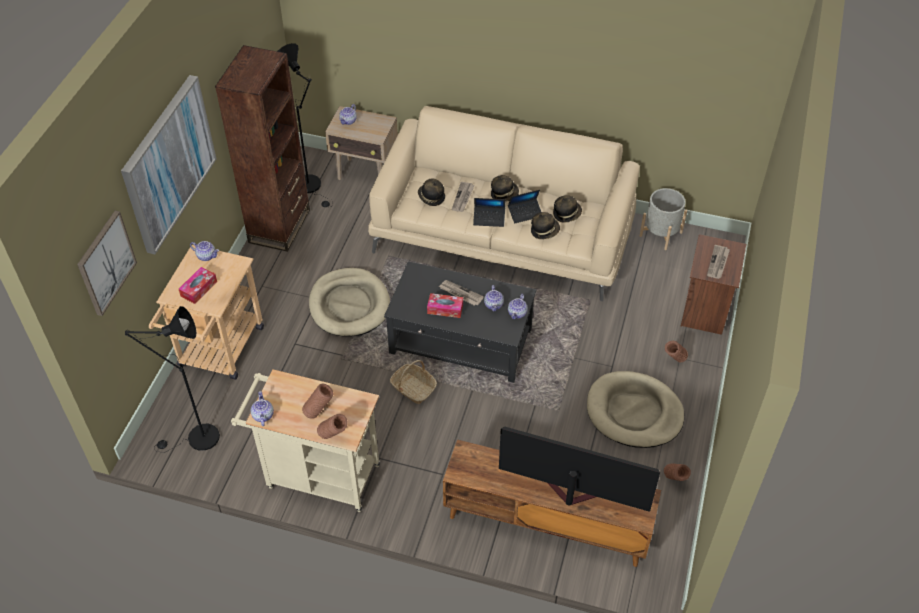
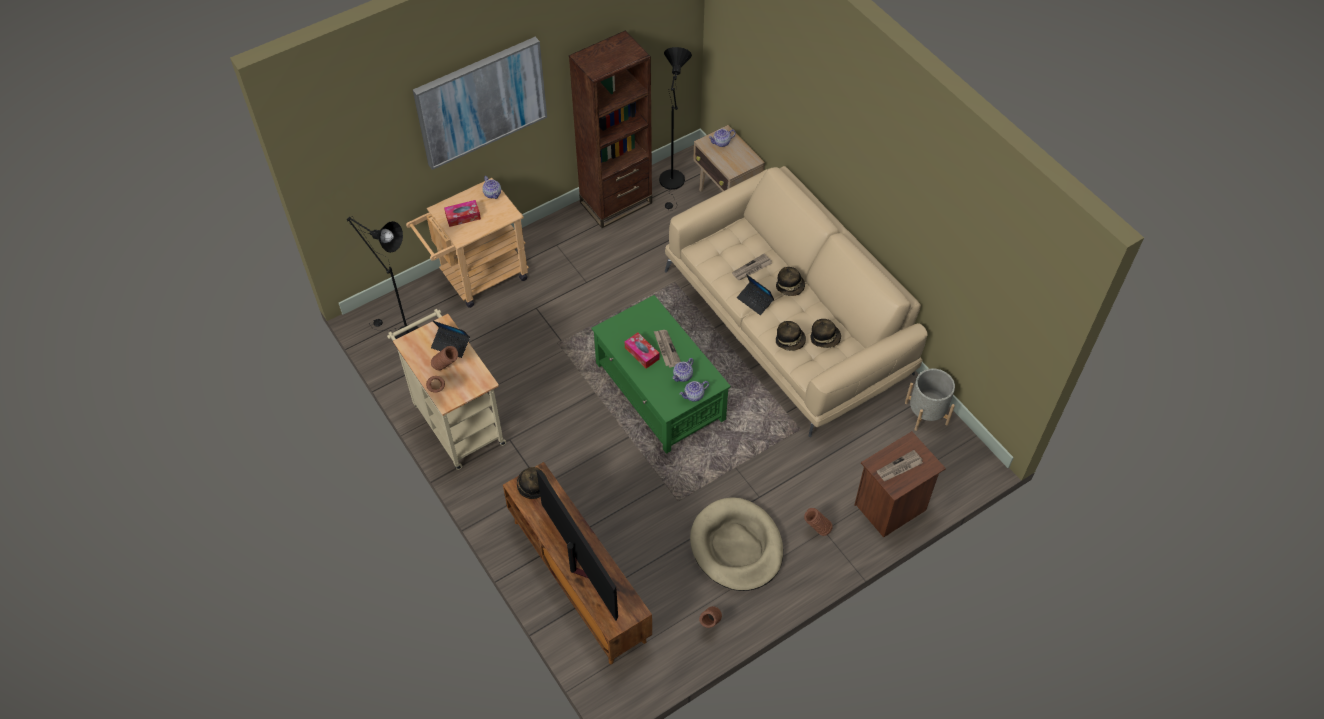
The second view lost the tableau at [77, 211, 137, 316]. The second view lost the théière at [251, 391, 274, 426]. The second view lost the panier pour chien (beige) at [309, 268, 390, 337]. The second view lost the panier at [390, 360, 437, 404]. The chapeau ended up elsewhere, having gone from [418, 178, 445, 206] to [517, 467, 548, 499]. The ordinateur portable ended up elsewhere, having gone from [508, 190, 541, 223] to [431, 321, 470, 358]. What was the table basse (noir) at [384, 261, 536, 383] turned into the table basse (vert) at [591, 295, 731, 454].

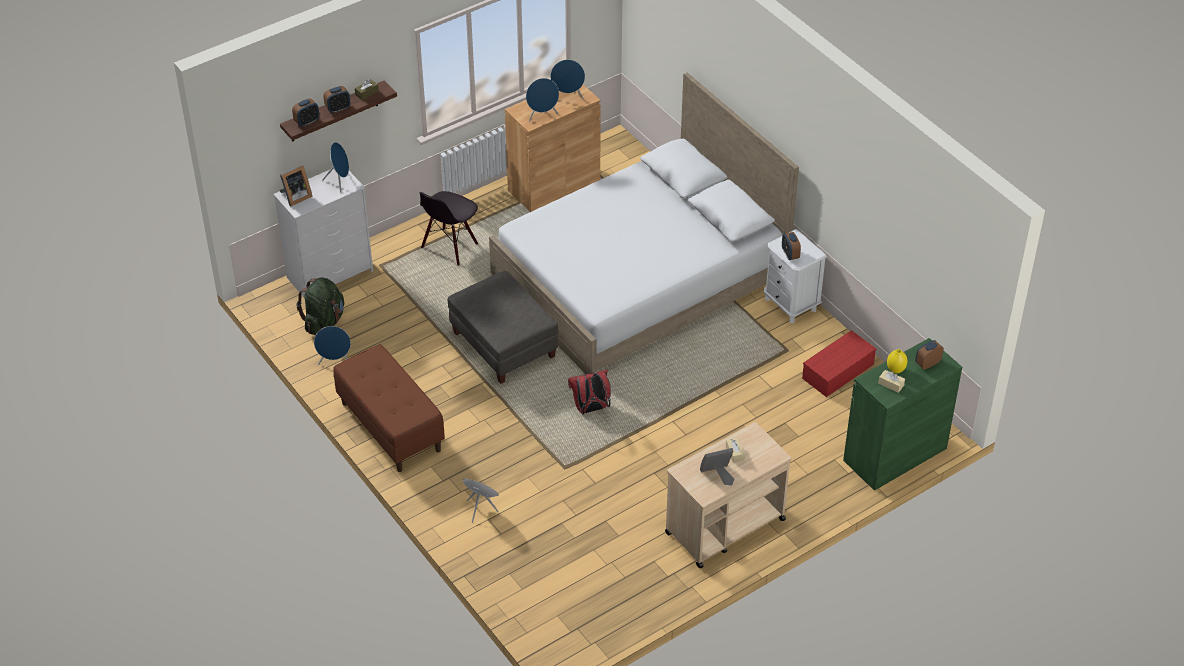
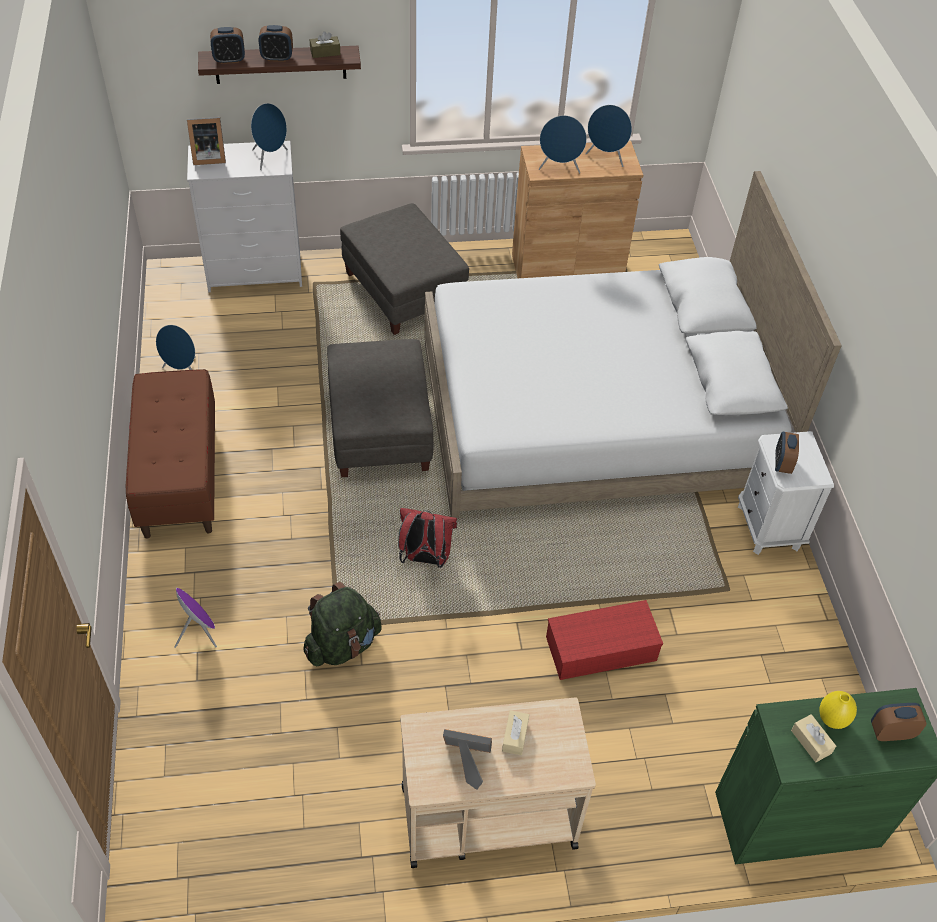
The sac à dos (vert) ended up elsewhere, having gone from [296, 278, 344, 335] to [303, 582, 382, 666]. The boîte de rangement (rouge) ended up elsewhere, having gone from [802, 330, 876, 397] to [546, 600, 663, 680]. Where the chaise (noir) stood at [419, 191, 478, 266], the pouf (gris) came to stand at [340, 203, 469, 335].

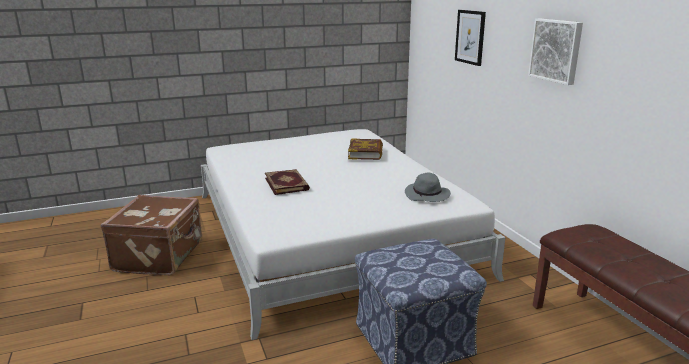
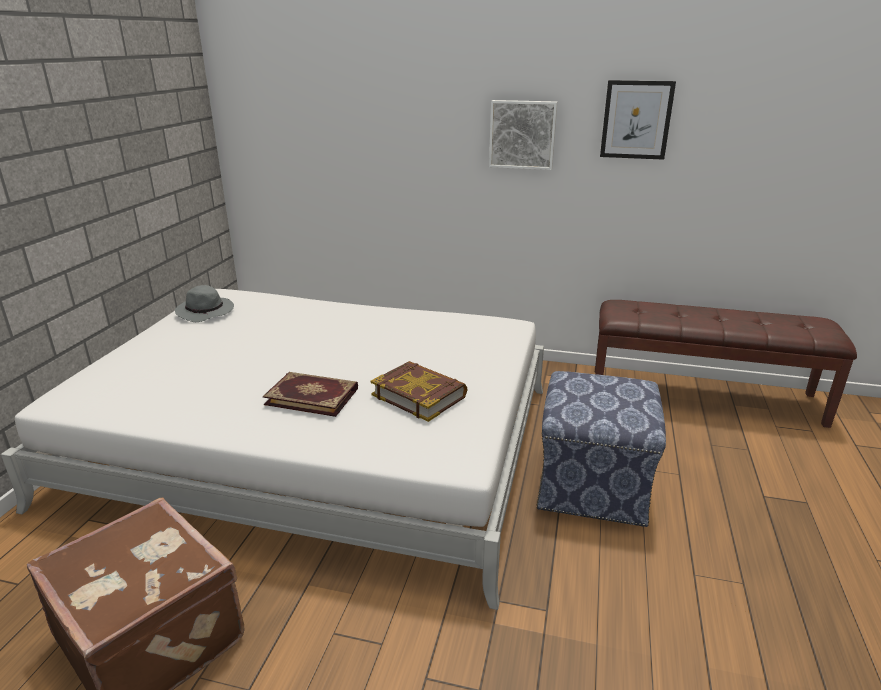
The livre ended up elsewhere, having gone from [348, 139, 383, 160] to [370, 361, 468, 422]. The chapeau (gris) ended up elsewhere, having gone from [405, 173, 451, 202] to [175, 285, 234, 322]. The tableau ended up elsewhere, having gone from [455, 10, 486, 66] to [600, 80, 676, 160].

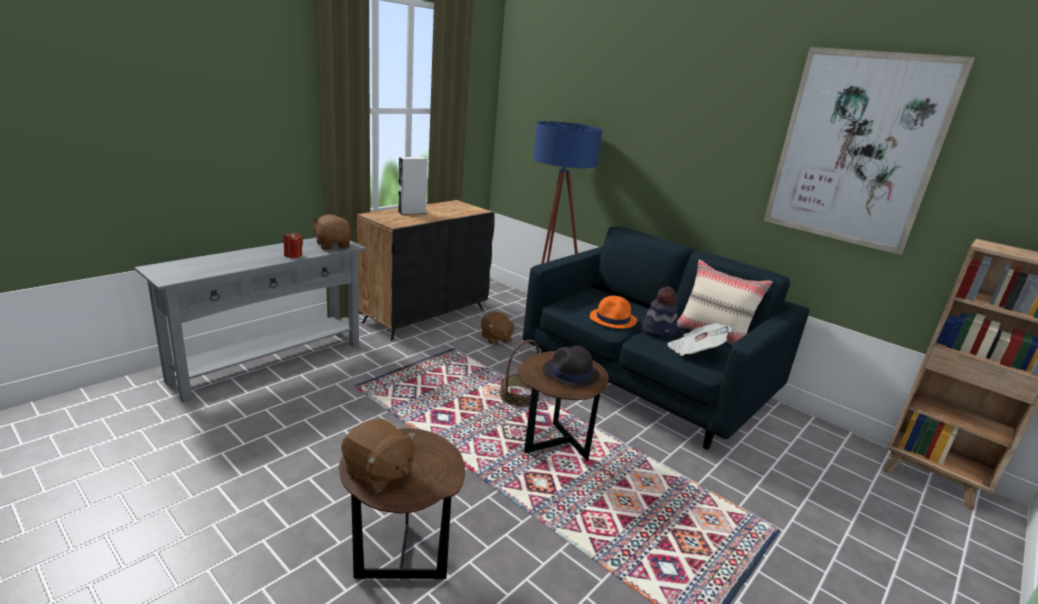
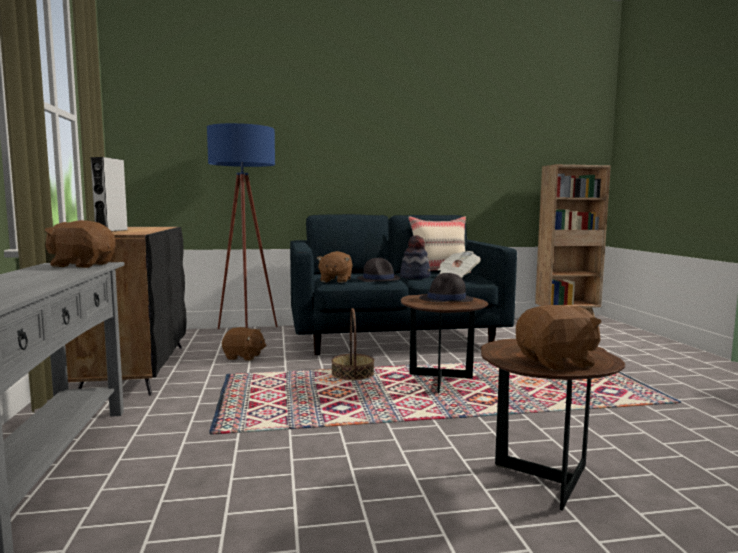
The second view lost the bougie (rouge) at [283, 232, 303, 258]. The second view lost the tableau at [764, 47, 975, 255]. The second view gained the peluche (marron) at [317, 251, 353, 283]. What was the chapeau (orange) at [590, 296, 637, 328] turned into the chapeau (noir) at [357, 258, 400, 282].

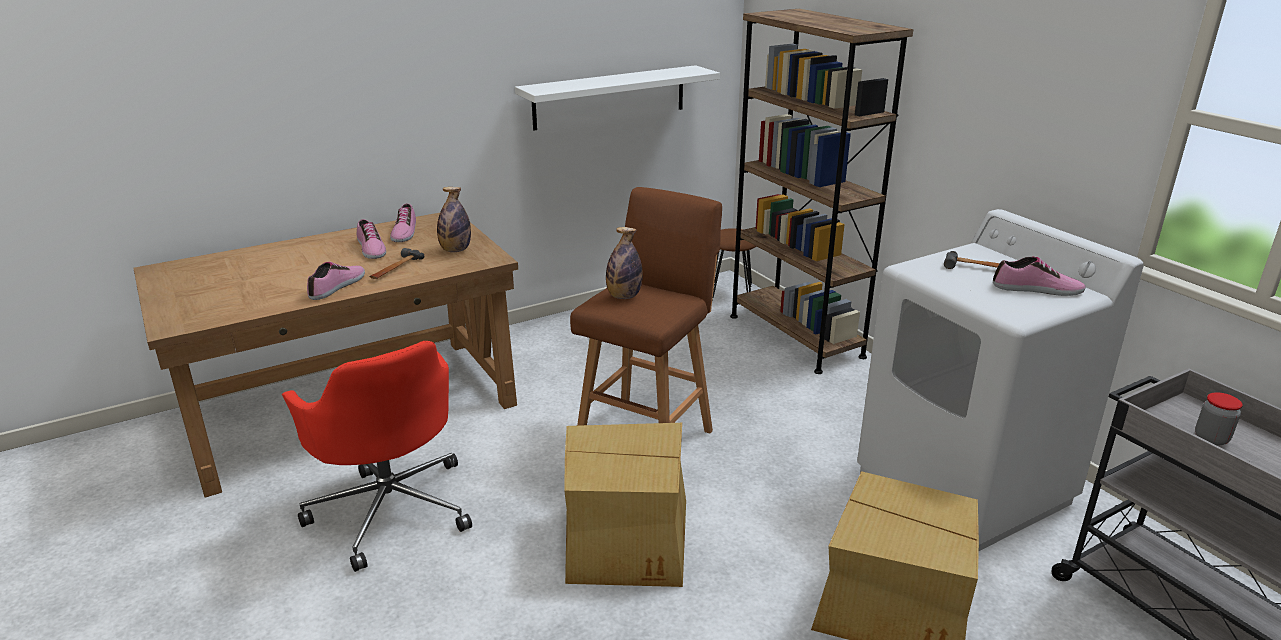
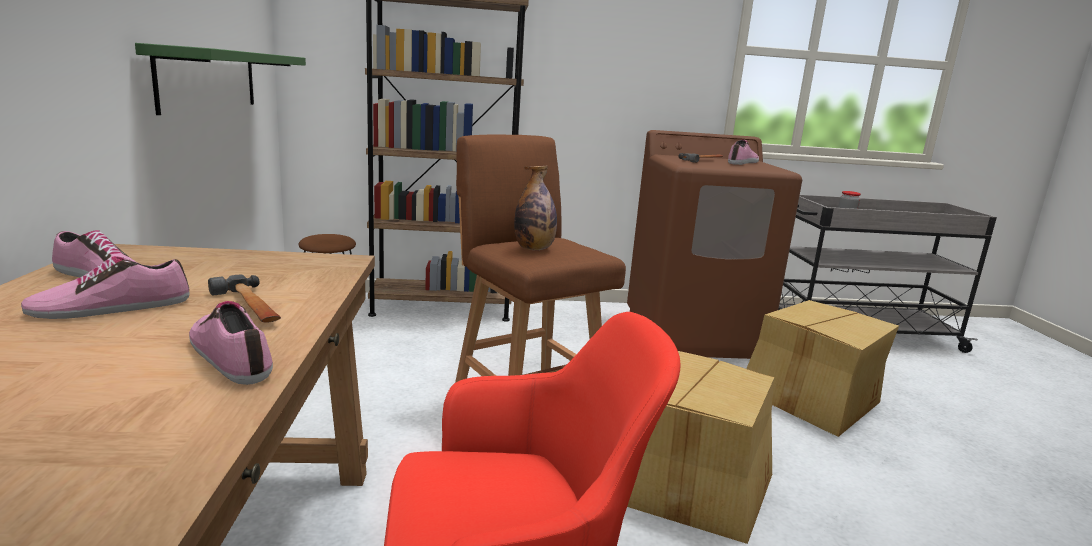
The second view lost the bouteille at [437, 187, 471, 252]. What was the étagère (blanc) at [515, 65, 720, 131] turned into the étagère (vert) at [135, 43, 306, 115]. What was the lave-linge (blanc) at [857, 209, 1144, 551] turned into the lave-linge (marron) at [627, 130, 802, 359]. The chaussure at [357, 219, 386, 259] ended up facing another way, 150 degrees clockwise from before.

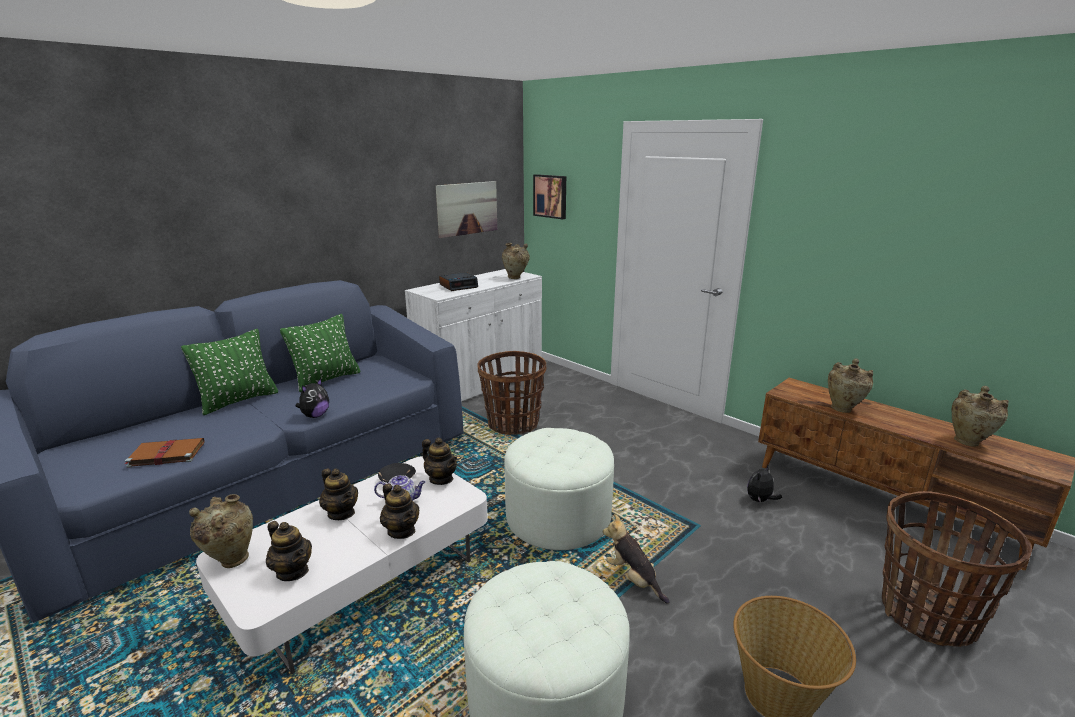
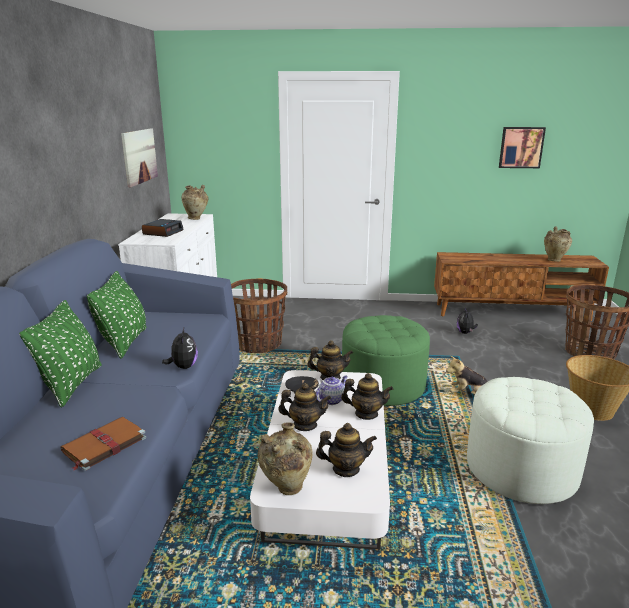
The second view lost the vase (beige) at [828, 358, 873, 413]. The tableau ended up elsewhere, having gone from [533, 174, 566, 219] to [499, 127, 546, 168]. What was the pouf (blanc) at [504, 428, 614, 550] turned into the pouf (vert) at [342, 315, 430, 406].

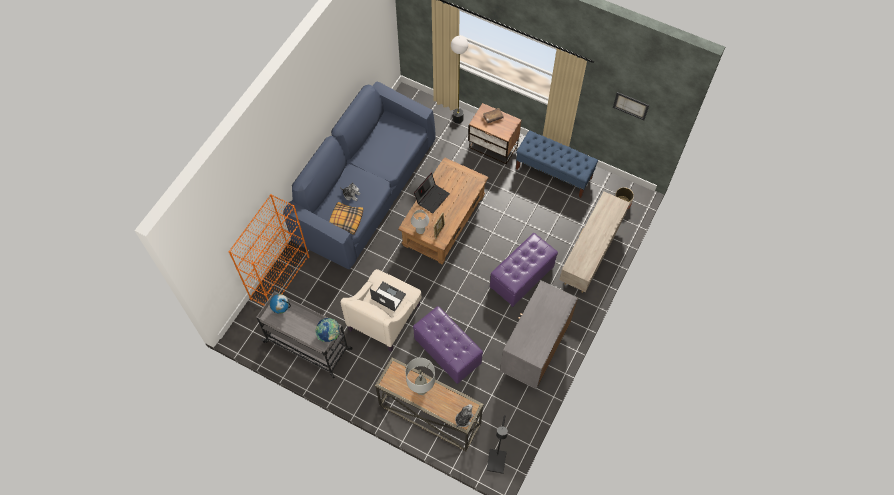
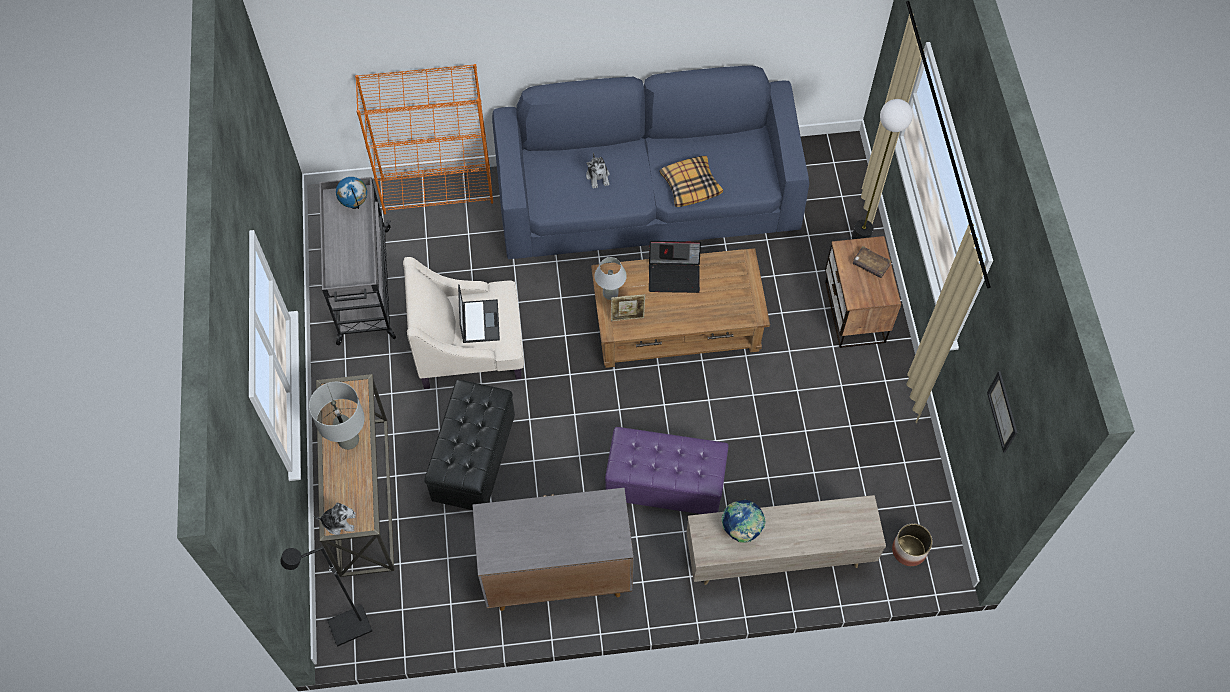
The second view lost the banc (bleu) at [516, 130, 598, 198]. The globe ended up elsewhere, having gone from [315, 318, 339, 342] to [721, 500, 766, 543]. The coussin ended up elsewhere, having gone from [329, 202, 363, 235] to [660, 156, 723, 207]. What was the pouf (violet) at [413, 306, 483, 384] turned into the pouf (noir) at [424, 380, 515, 510].

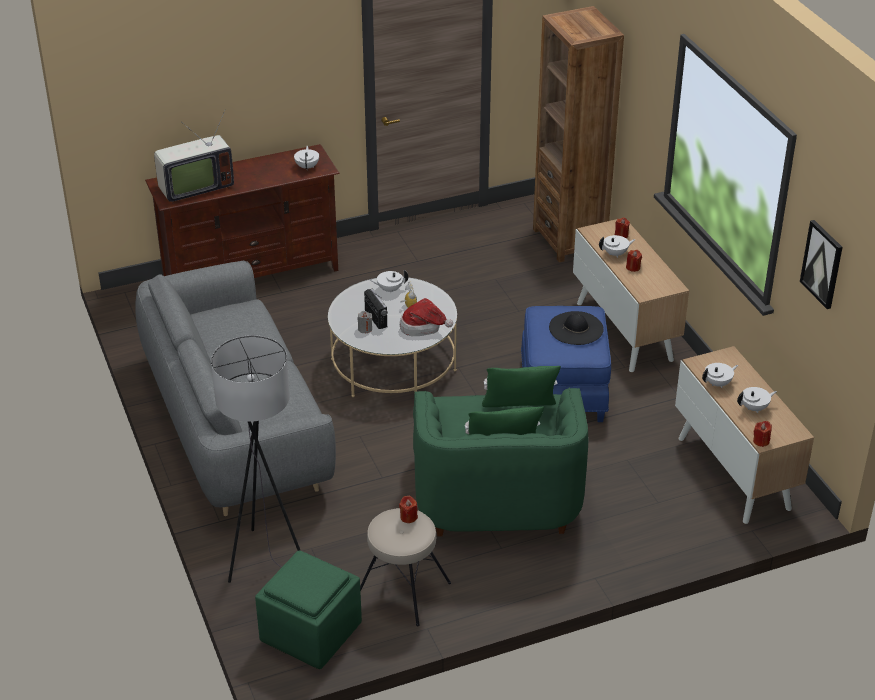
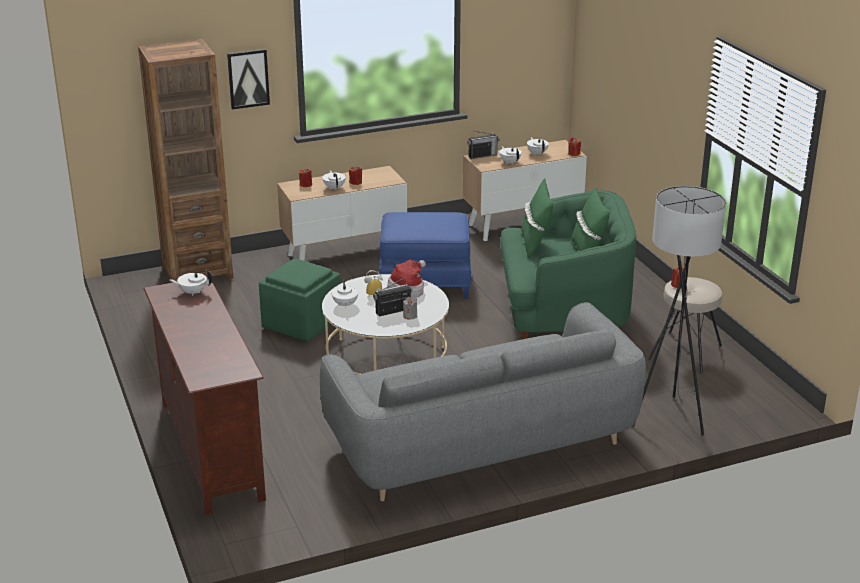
The second view lost the téléviseur at [154, 109, 234, 204]. The second view lost the chapeau (noir) at [549, 311, 604, 345]. The second view gained the radio at [467, 131, 500, 159]. The pouf (vert) ended up elsewhere, having gone from [255, 550, 362, 669] to [259, 259, 341, 342]. The tableau ended up elsewhere, having gone from [800, 220, 843, 309] to [227, 49, 270, 109].

